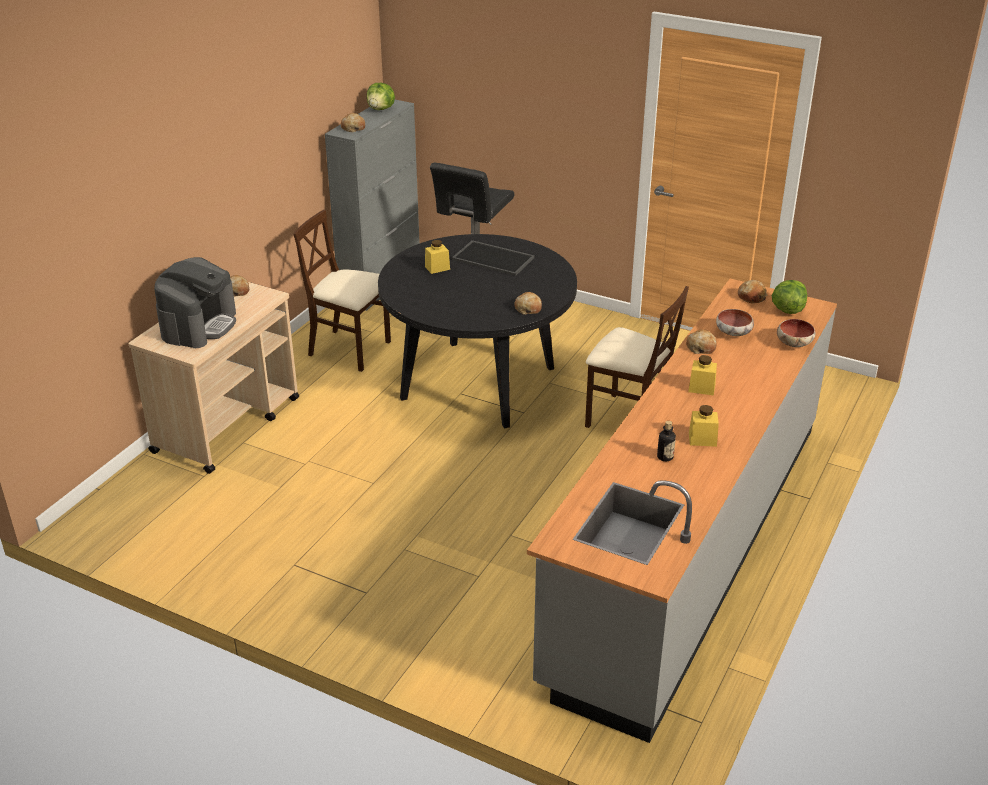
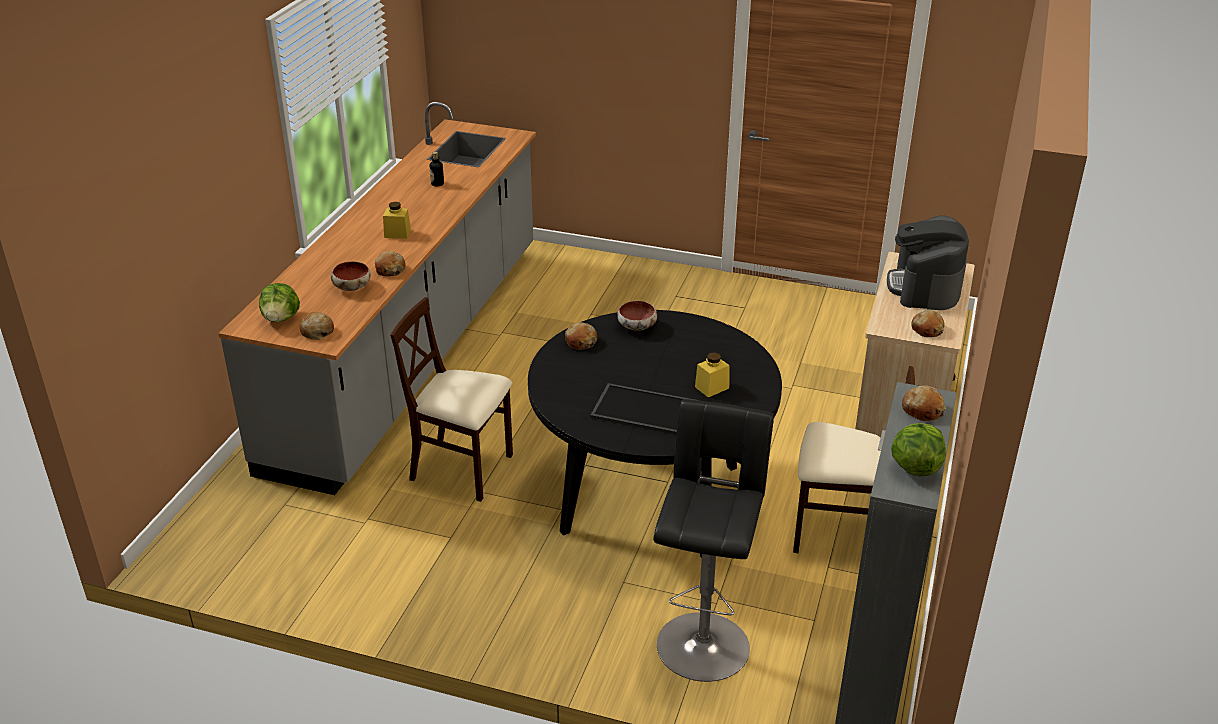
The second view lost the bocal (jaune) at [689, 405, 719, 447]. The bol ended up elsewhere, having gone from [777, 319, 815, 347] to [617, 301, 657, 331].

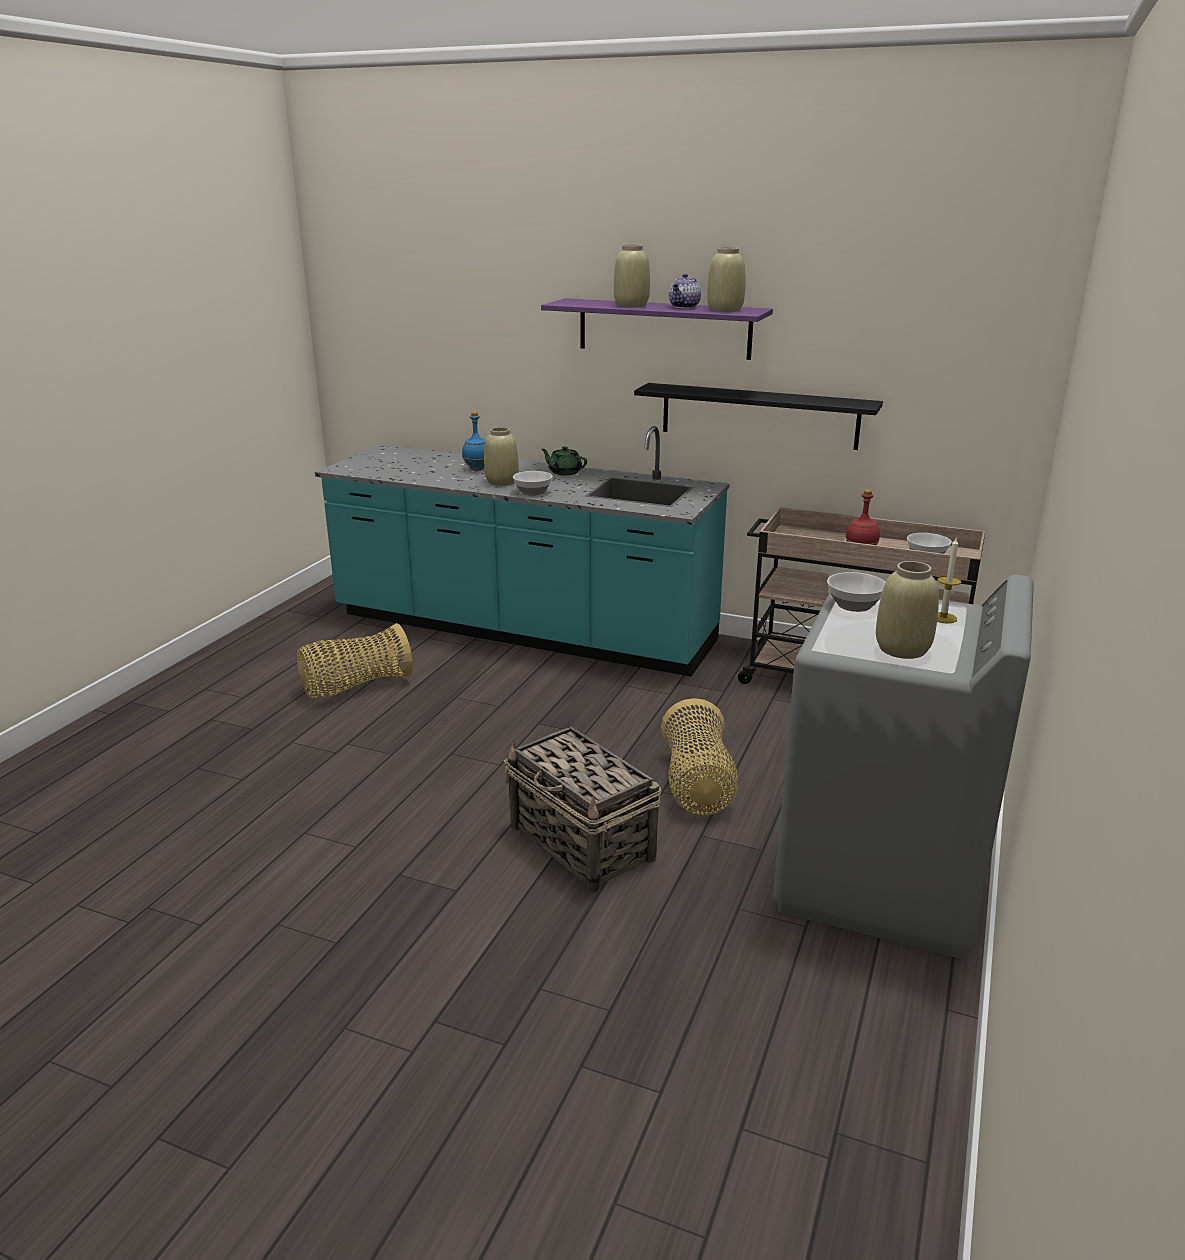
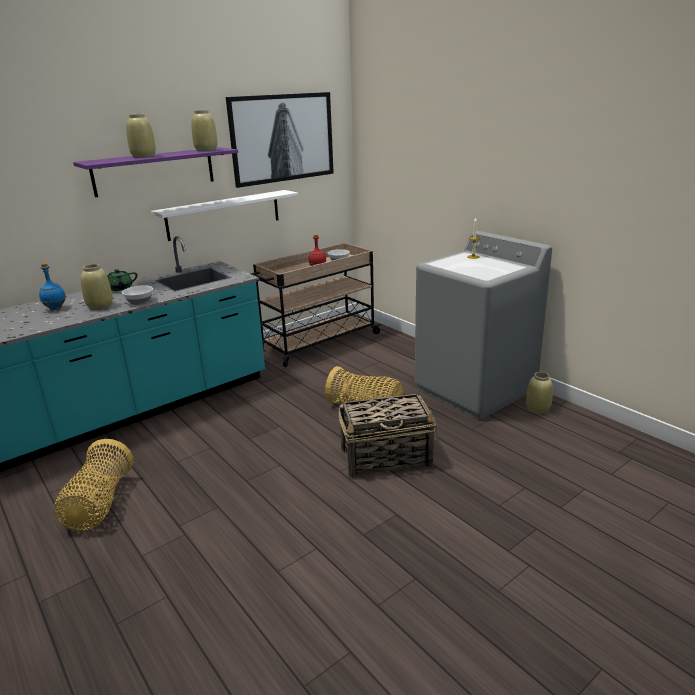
The second view lost the théière at [669, 274, 701, 309]. The second view lost the bol at [827, 572, 886, 612]. The second view gained the tableau at [226, 92, 334, 188]. The vase (beige) ended up elsewhere, having gone from [876, 561, 939, 659] to [526, 372, 553, 414]. What was the étagère (noir) at [634, 383, 883, 450] turned into the étagère (blanc) at [151, 190, 298, 241].

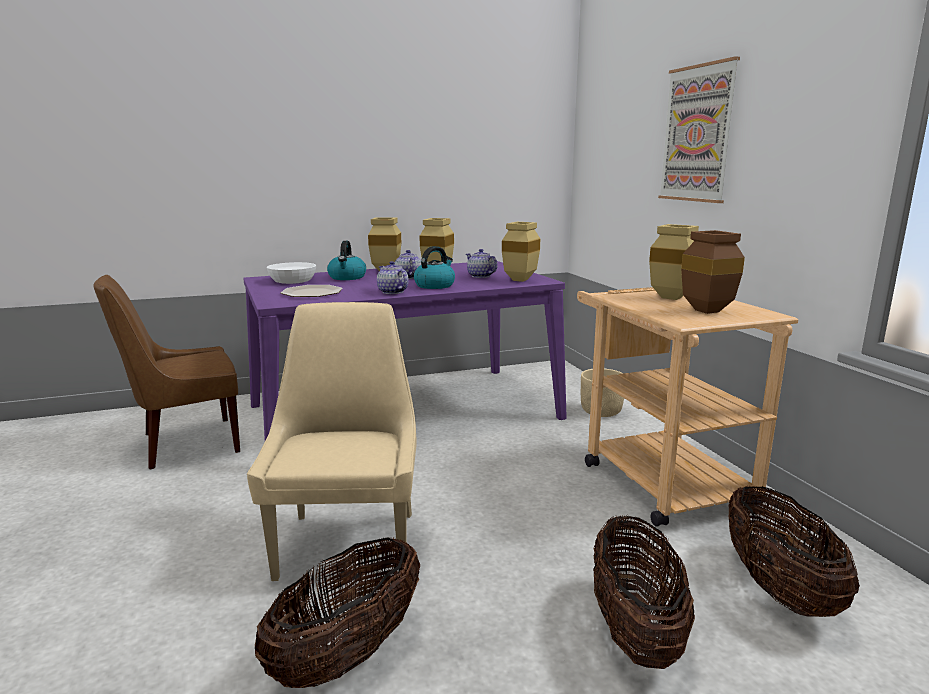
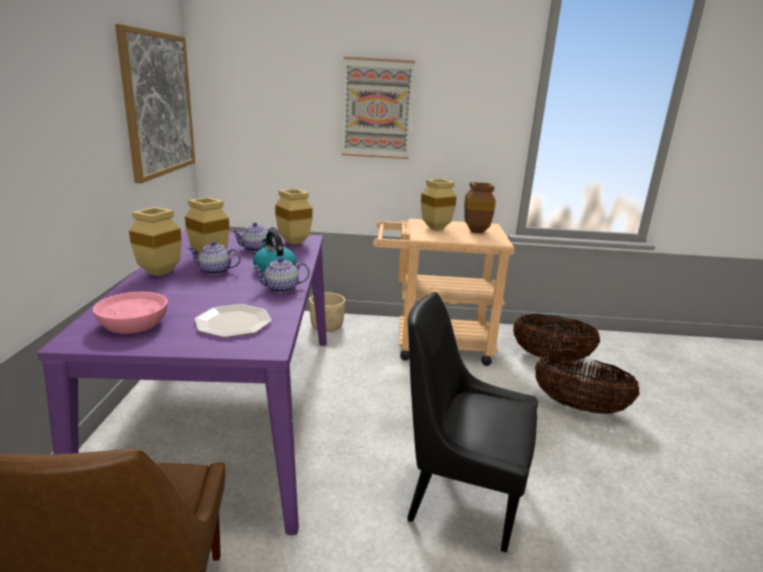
The second view lost the panier at [255, 537, 420, 688]. The second view lost the bouilloire at [327, 241, 366, 280]. The second view gained the tableau at [115, 24, 195, 183]. What was the chaise (beige) at [247, 302, 417, 581] turned into the chaise (noir) at [408, 292, 538, 553]. What was the bol (blanc) at [267, 262, 316, 284] turned into the bol (rose) at [93, 292, 168, 334].

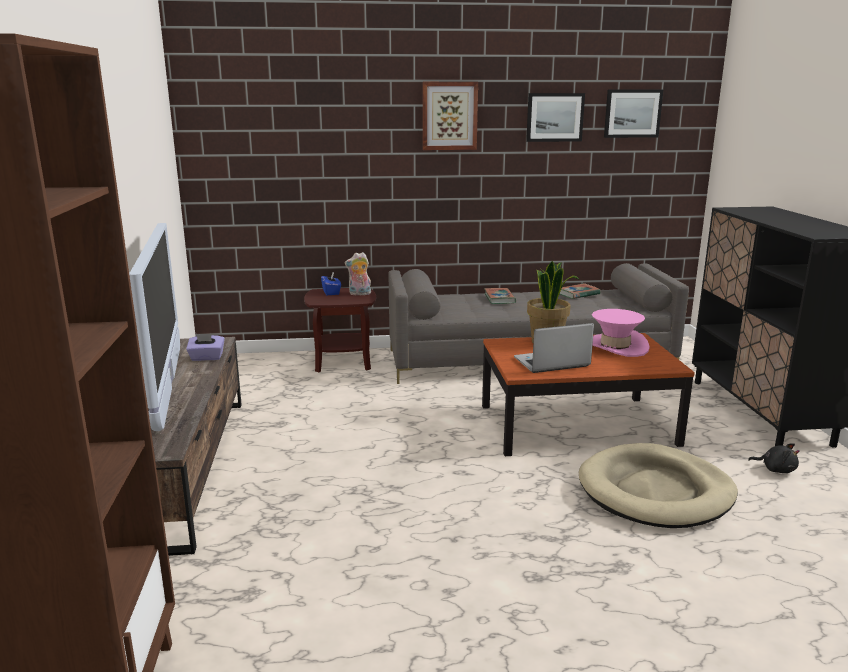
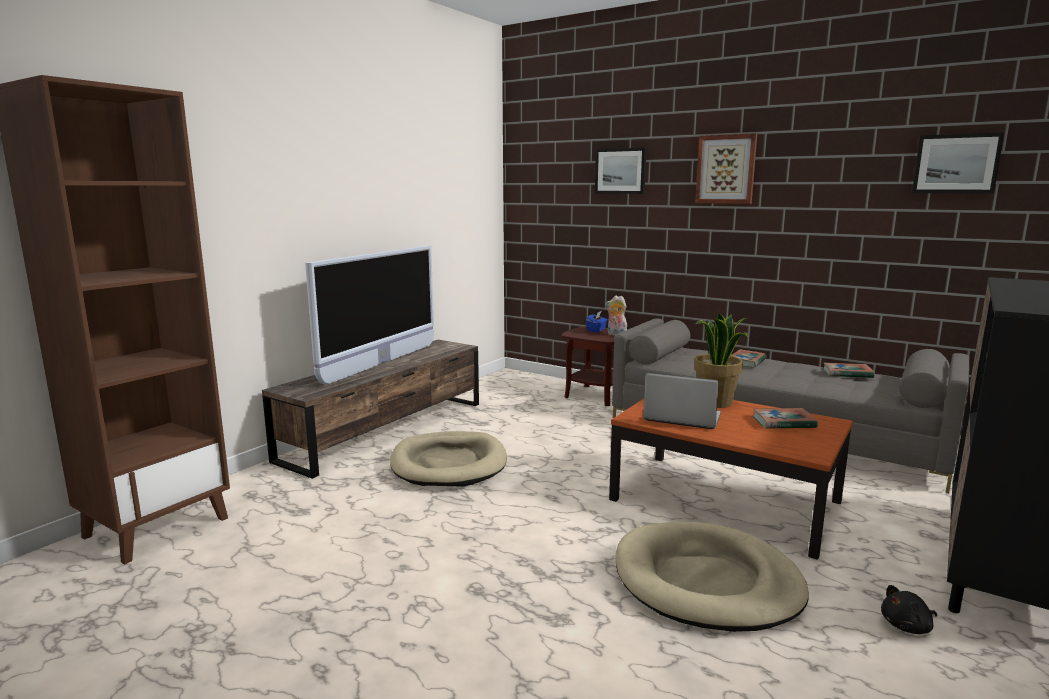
The second view lost the boîte à mouchoirs (violet) at [186, 334, 225, 361]. The second view gained the panier pour chien (beige) at [390, 431, 507, 487]. The tableau ended up elsewhere, having gone from [526, 93, 585, 142] to [595, 148, 646, 194]. Where the chapeau (rose) stood at [592, 309, 650, 357], the livre came to stand at [753, 408, 818, 428]. The peluche (noir) at [748, 443, 800, 473] ended up facing another way, 90 degrees clockwise from before.

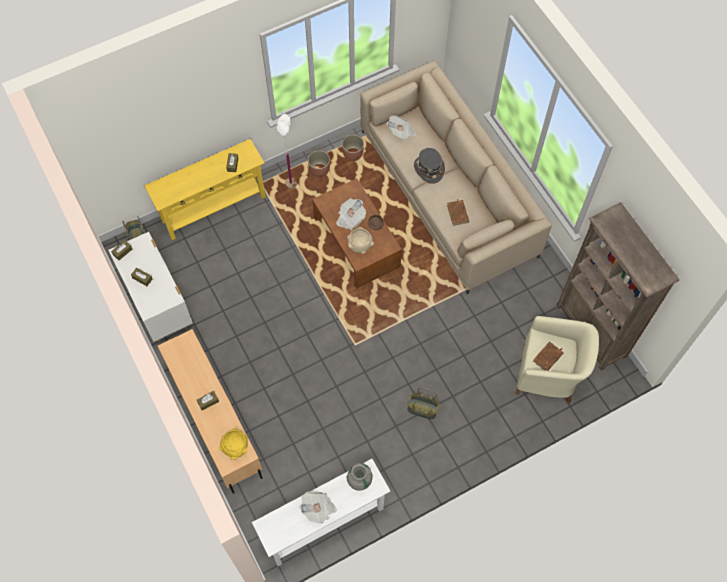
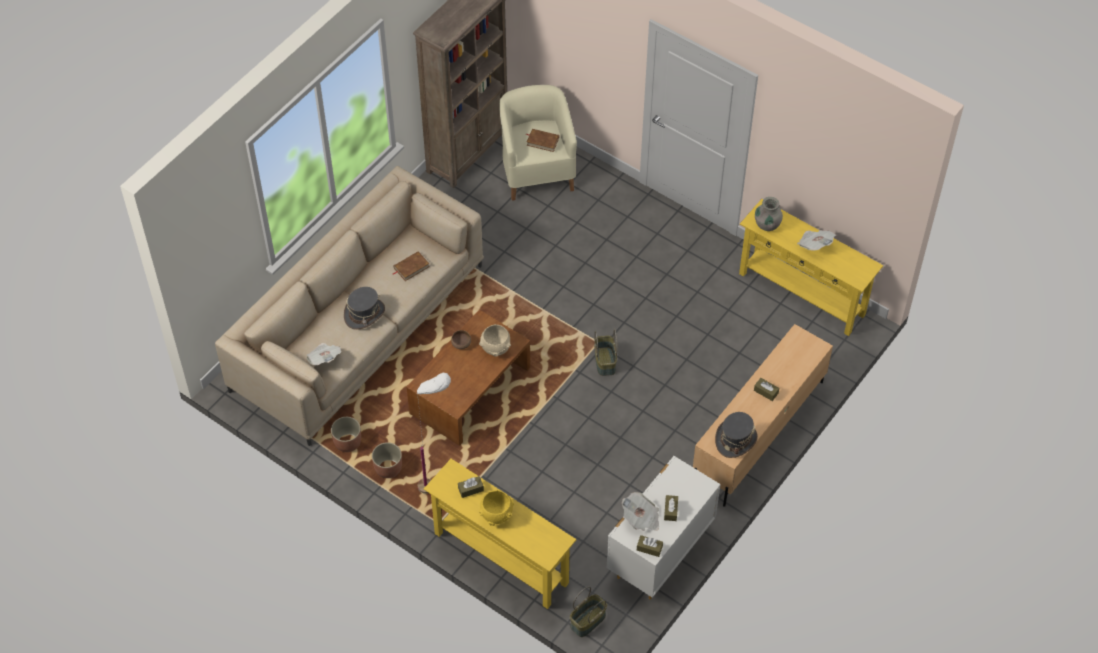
The second view gained the chapeau (gris) at [715, 412, 758, 458]. The bol (jaune) ended up elsewhere, having gone from [219, 428, 248, 460] to [479, 489, 514, 526]. The journal ended up elsewhere, having gone from [336, 198, 366, 231] to [622, 492, 659, 531]. The panier ended up elsewhere, having gone from [407, 388, 439, 419] to [594, 329, 618, 376]. What was the table console (blanc) at [252, 459, 391, 566] turned into the table console (jaune) at [739, 199, 883, 336].

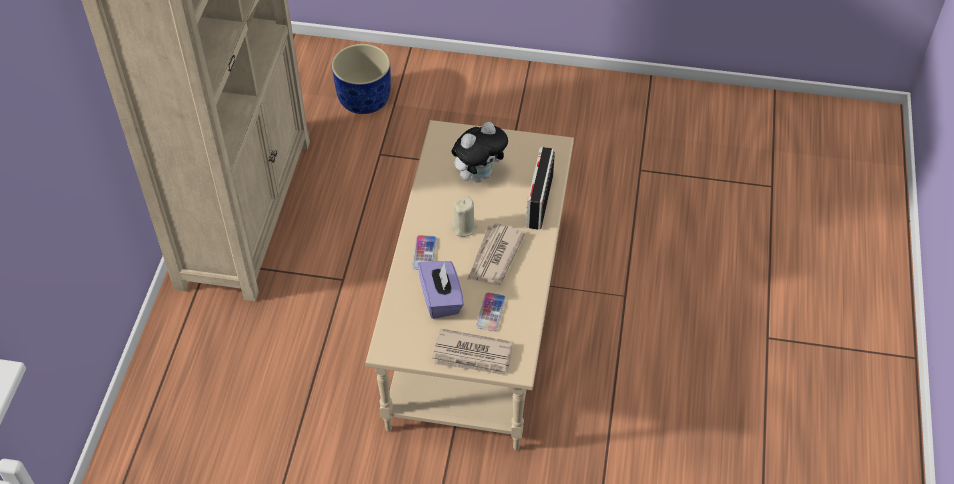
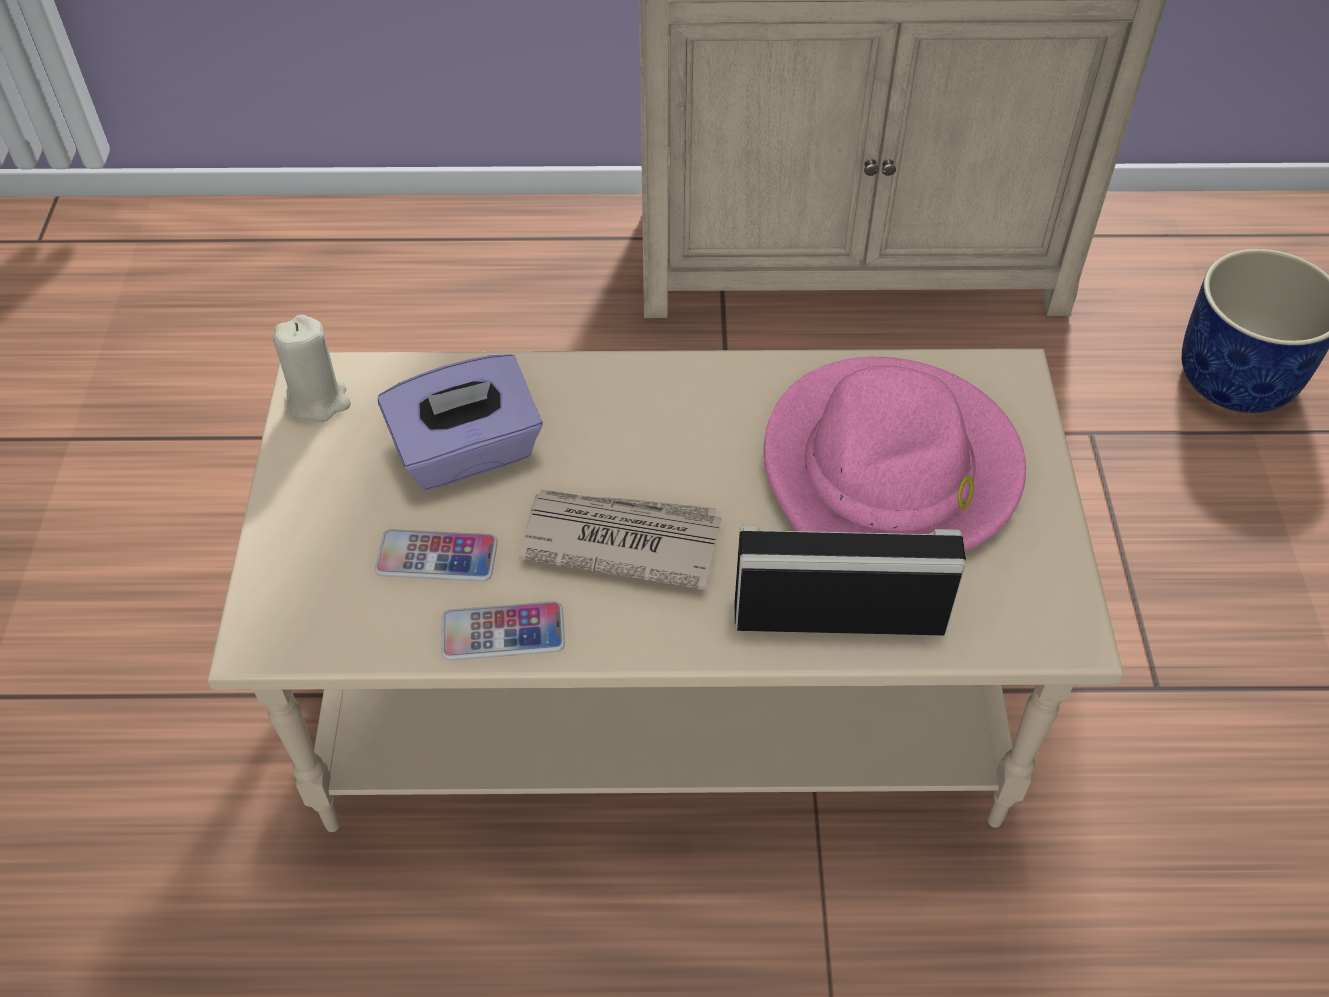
The second view lost the journal at [432, 329, 512, 376]. The téléphone ended up elsewhere, having gone from [412, 235, 437, 270] to [441, 601, 565, 661]. The bougie (beige) ended up elsewhere, having gone from [451, 196, 478, 237] to [273, 315, 351, 422]. Where the peluche stood at [452, 122, 508, 182], the chapeau (rose) came to stand at [763, 357, 1026, 552].

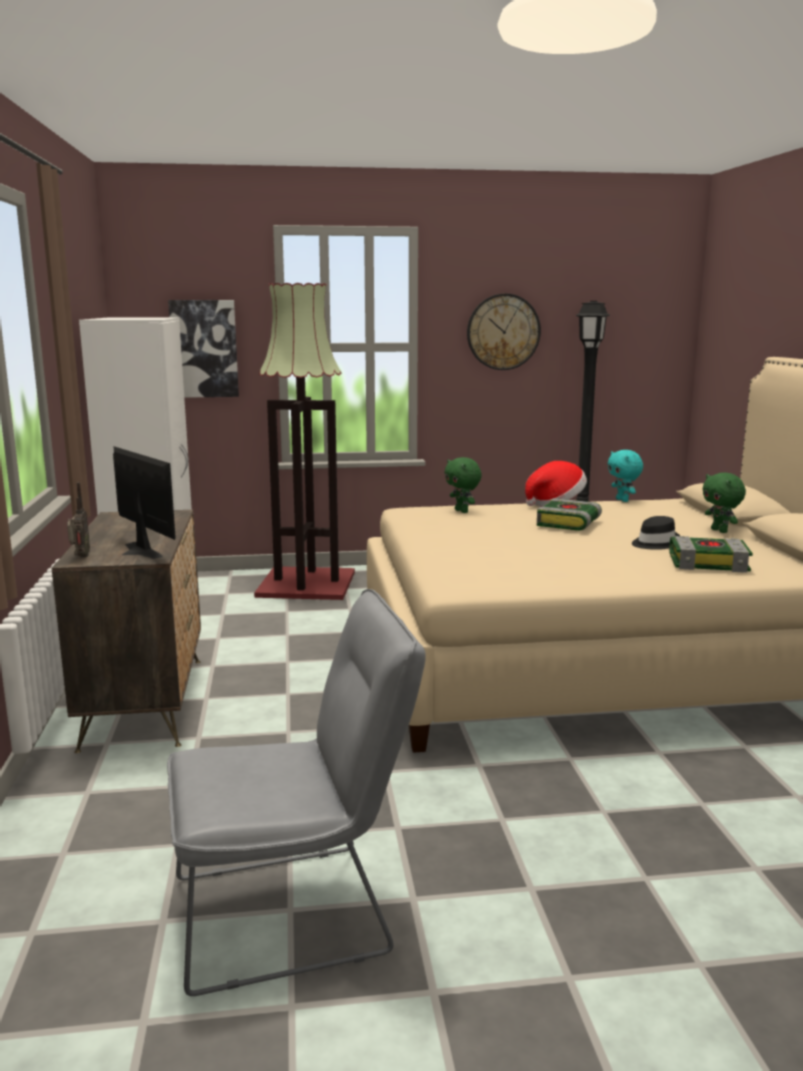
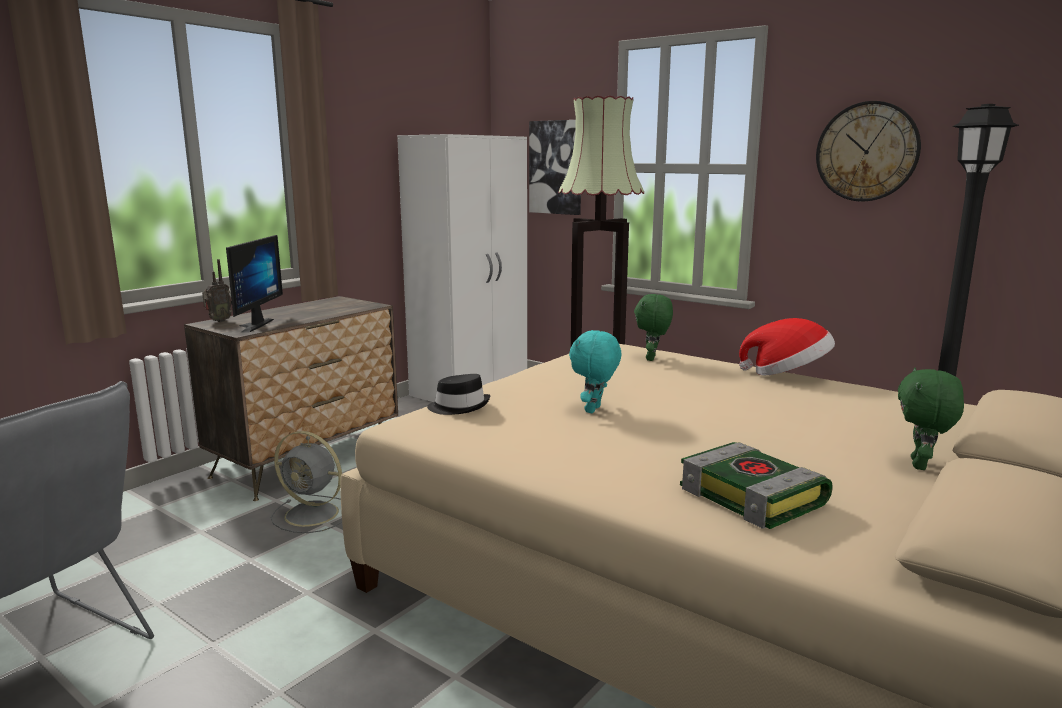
The second view lost the livre at [537, 498, 602, 531]. The second view gained the ventilateur (gris) at [271, 431, 342, 533]. The peluche (turquoise) ended up elsewhere, having gone from [608, 450, 643, 502] to [569, 330, 621, 413]. The chapeau (noir) ended up elsewhere, having gone from [632, 516, 680, 550] to [427, 374, 490, 415].

